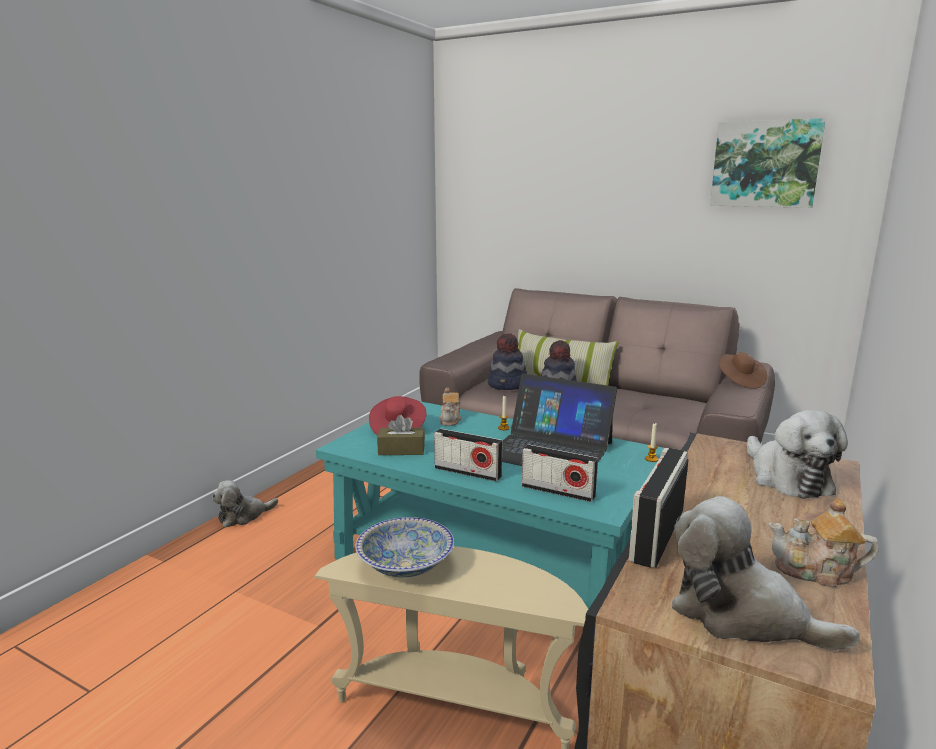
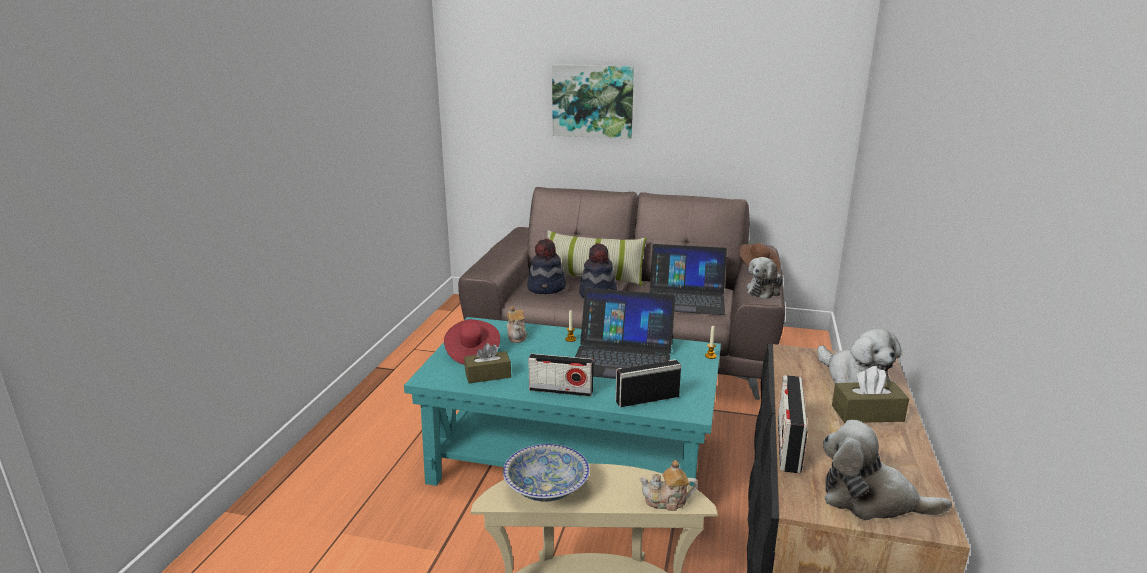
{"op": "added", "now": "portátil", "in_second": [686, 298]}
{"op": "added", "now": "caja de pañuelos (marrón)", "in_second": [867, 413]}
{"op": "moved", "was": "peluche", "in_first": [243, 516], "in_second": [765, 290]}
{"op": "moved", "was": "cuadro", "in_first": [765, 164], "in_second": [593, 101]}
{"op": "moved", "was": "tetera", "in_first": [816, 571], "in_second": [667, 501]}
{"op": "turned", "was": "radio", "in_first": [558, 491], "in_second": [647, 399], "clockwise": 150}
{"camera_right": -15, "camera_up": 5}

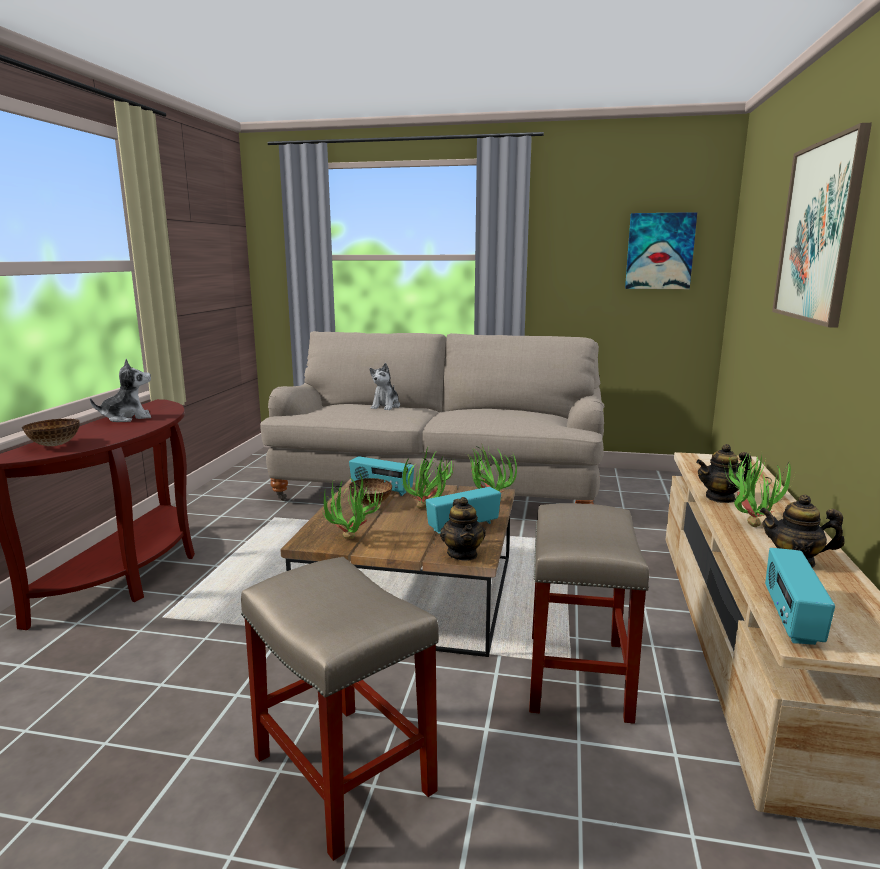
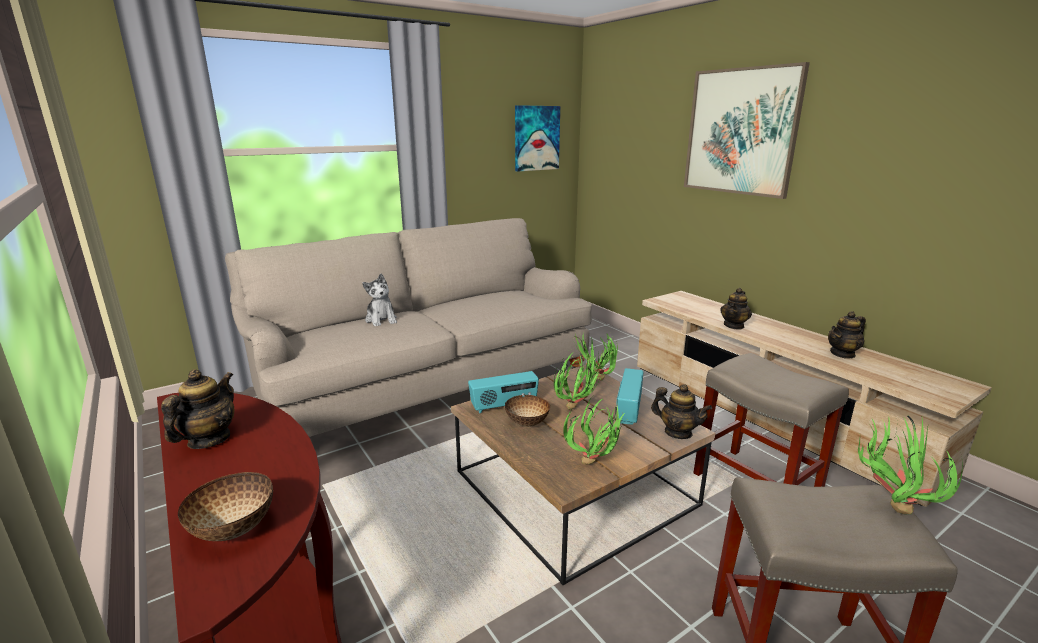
{"op": "removed", "was": "radio", "in_first": [790, 618]}
{"op": "moved", "was": "planta en maceta", "in_first": [751, 522], "in_second": [888, 506]}
{"op": "replaced", "was": "peluche", "now": "tetera", "in_first": [127, 418], "in_second": [209, 439]}
{"camera_right": -45, "camera_up": 5}

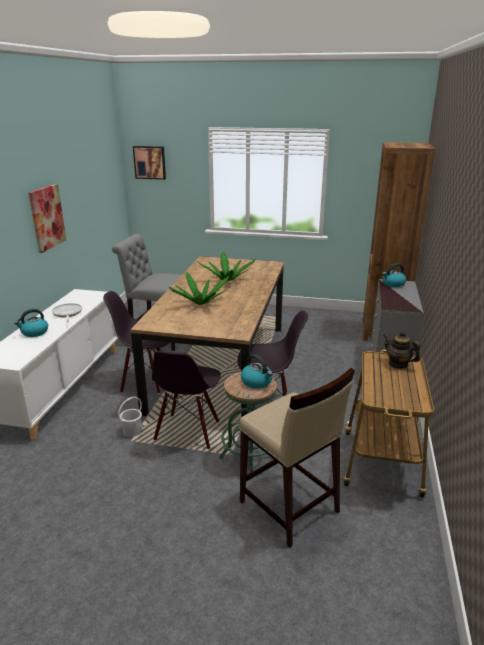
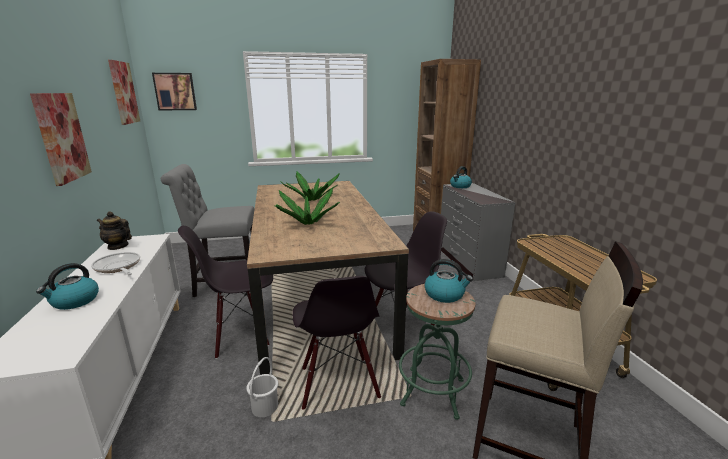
{"op": "added", "now": "cuadro", "in_second": [123, 93]}
{"op": "moved", "was": "tetera", "in_first": [398, 364], "in_second": [118, 246]}
{"camera_right": -25, "camera_up": -5}

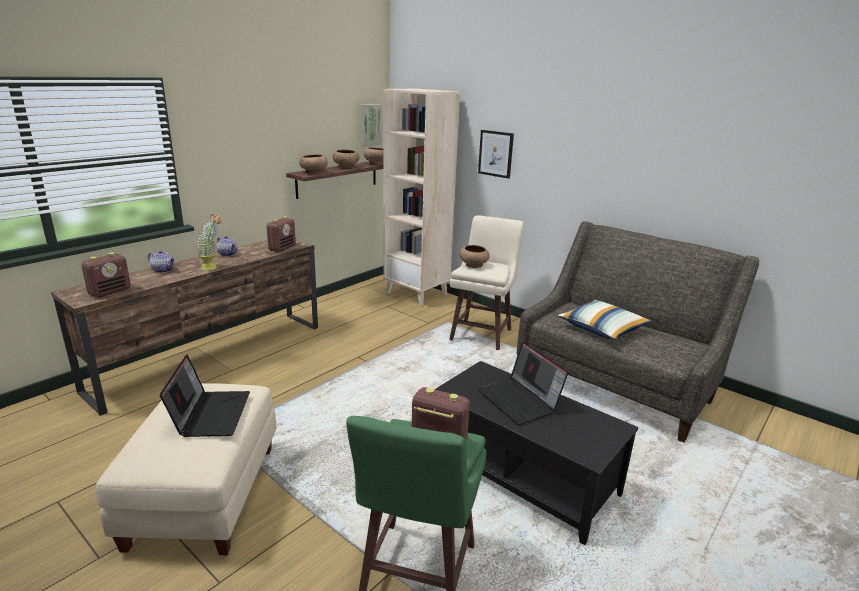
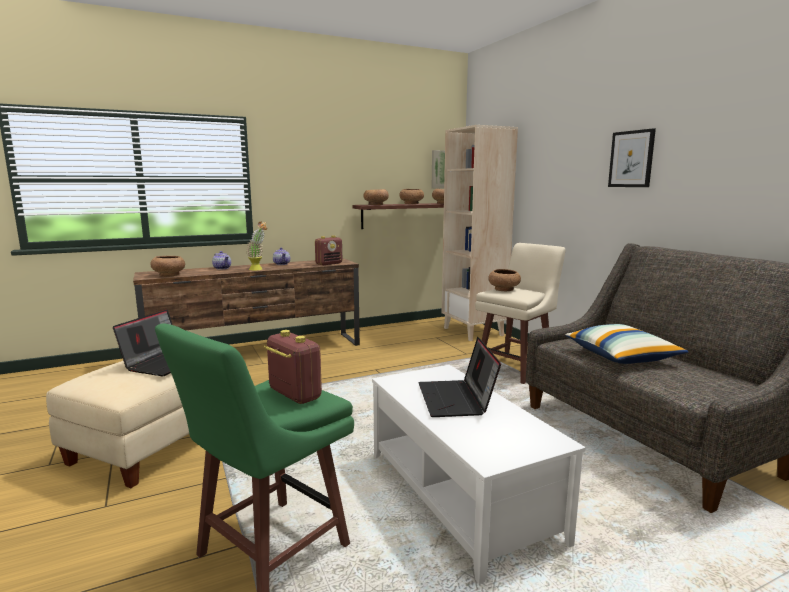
{"op": "moved", "was": "cuadro", "in_first": [495, 153], "in_second": [631, 159]}
{"op": "replaced", "was": "radio", "now": "cuenco (marrón)", "in_first": [110, 292], "in_second": [169, 275]}
{"op": "recoloured", "was": "mesa de centro (negro)", "now": "mesa de centro (blanco)", "in_first": [523, 474], "in_second": [461, 494]}
{"camera_right": 25, "camera_up": -10}

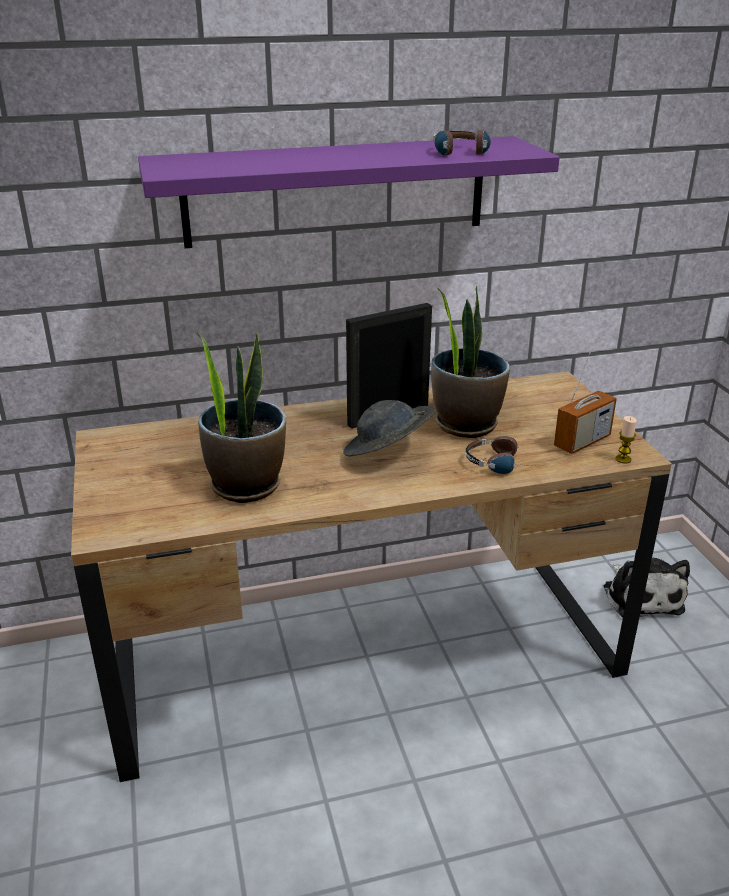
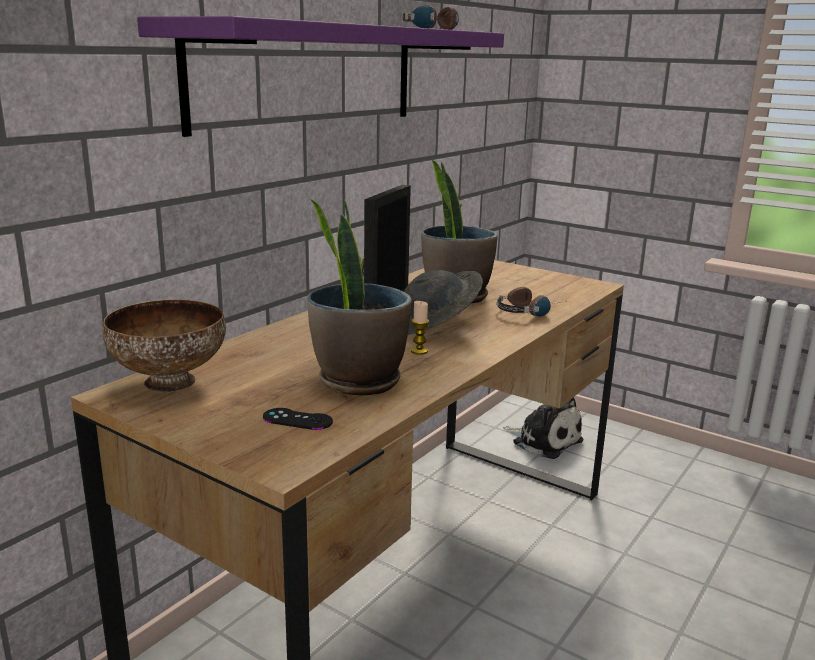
{"op": "removed", "was": "radio", "in_first": [582, 441]}
{"op": "added", "now": "cuenco", "in_second": [169, 383]}
{"op": "added", "now": "mando de consola (negro)", "in_second": [297, 419]}
{"op": "moved", "was": "vela", "in_first": [623, 459], "in_second": [419, 351]}
{"camera_right": -40, "camera_up": -10}

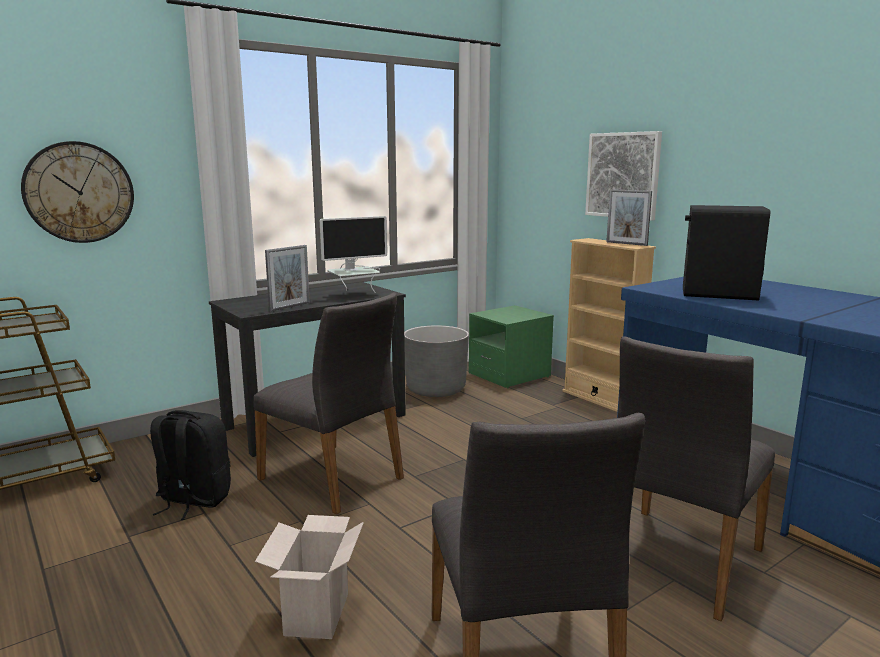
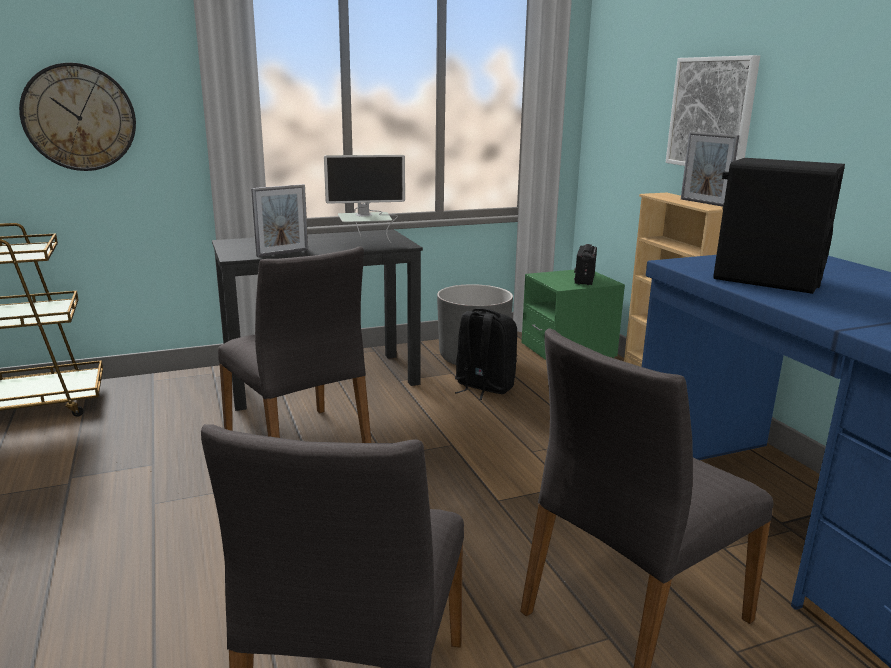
{"op": "removed", "was": "caja de cartón", "in_first": [315, 612]}
{"op": "added", "now": "radio", "in_second": [584, 279]}
{"op": "moved", "was": "mochila (negro)", "in_first": [192, 500], "in_second": [483, 387]}
{"camera_right": 15, "camera_up": 5}

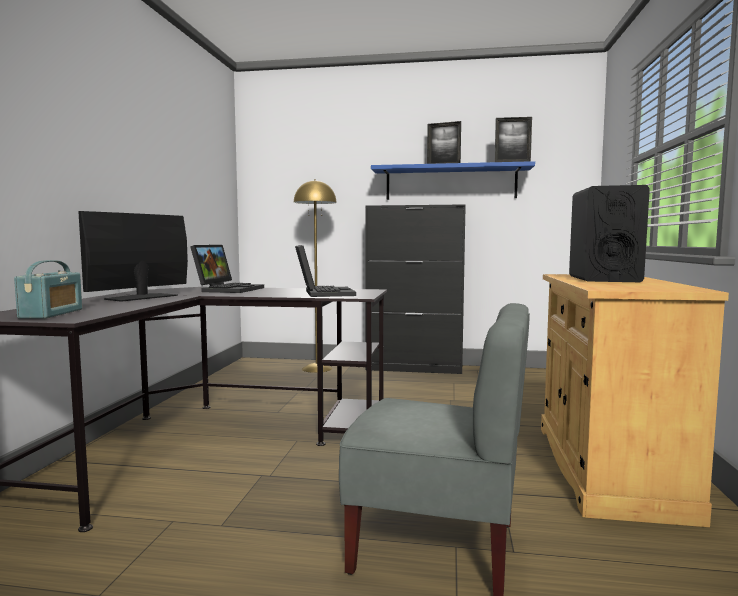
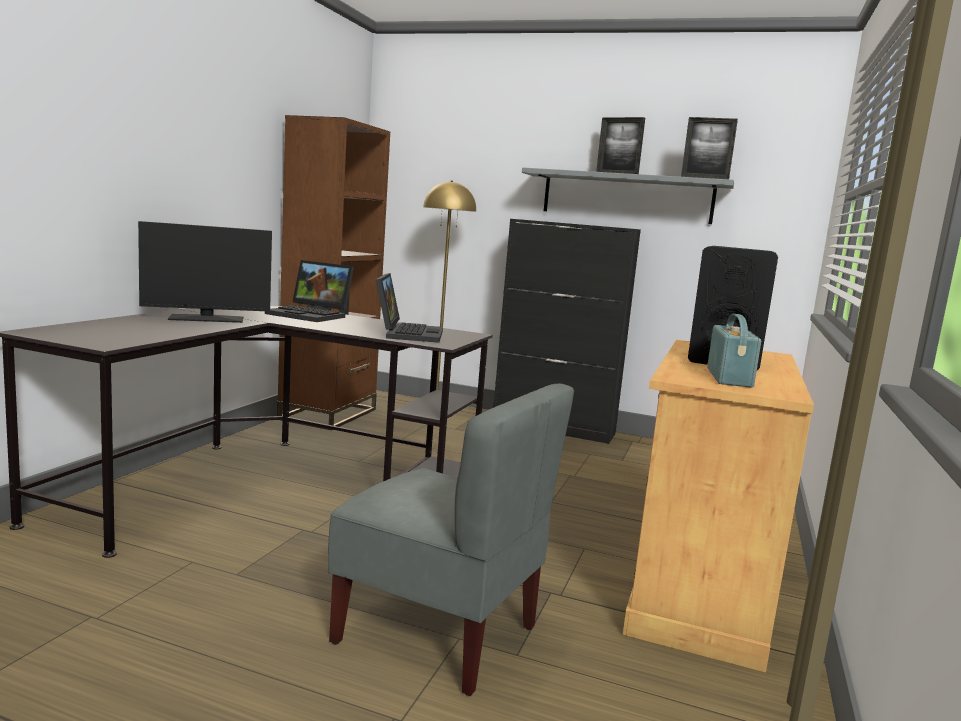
{"op": "added", "now": "estantería (marrón)", "in_second": [328, 414]}
{"op": "moved", "was": "radio", "in_first": [52, 314], "in_second": [729, 378]}
{"op": "recoloured", "was": "estante (azul)", "now": "estante (gris)", "in_first": [450, 183], "in_second": [627, 197]}
{"op": "turned", "was": "monitor", "in_first": [142, 297], "in_second": [206, 318], "clockwise": -150}
{"op": "turned", "was": "portátil", "in_first": [228, 289], "in_second": [311, 315], "clockwise": 90}
{"camera_right": 10, "camera_up": 5}

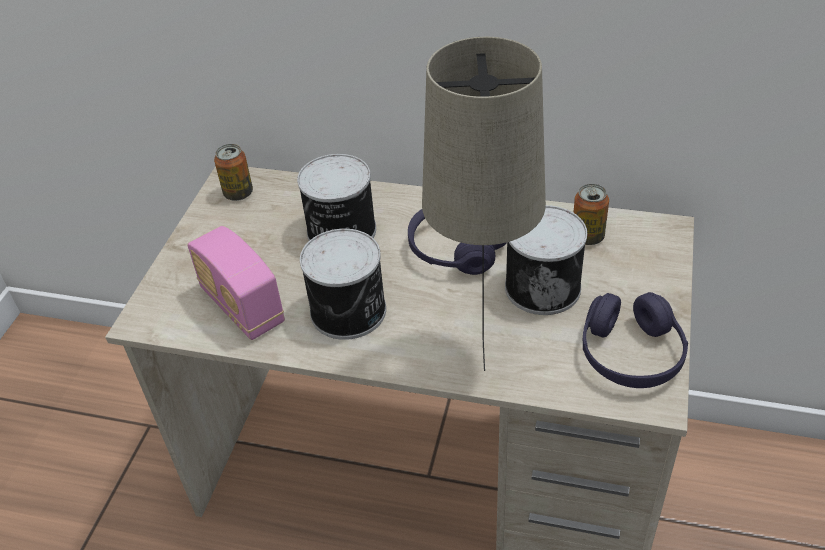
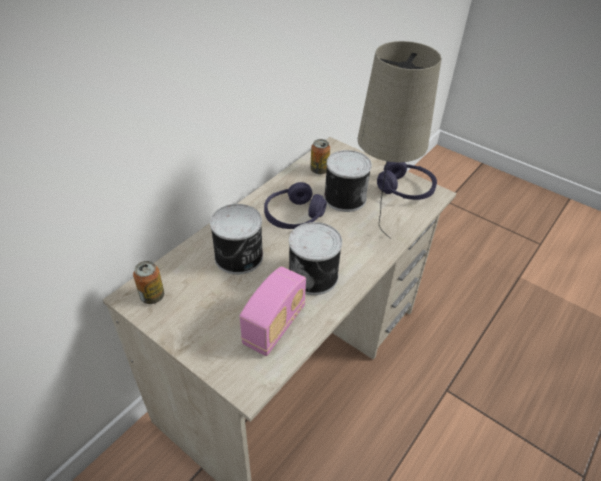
{"op": "turned", "was": "radio", "in_first": [242, 306], "in_second": [274, 326], "clockwise": -45}
{"camera_right": -70, "camera_up": 0}

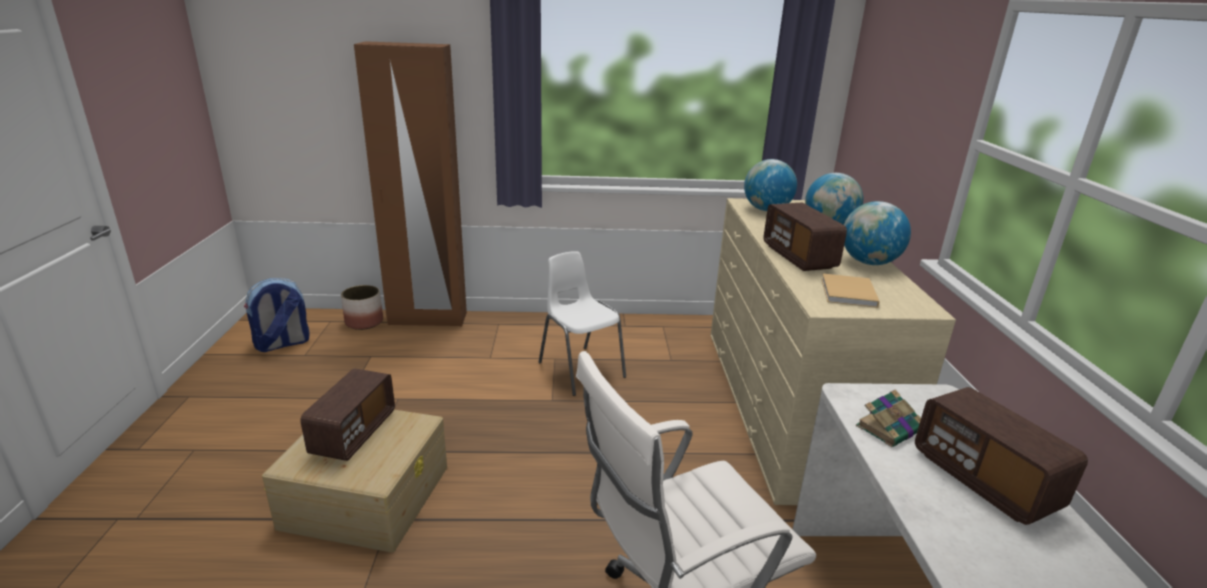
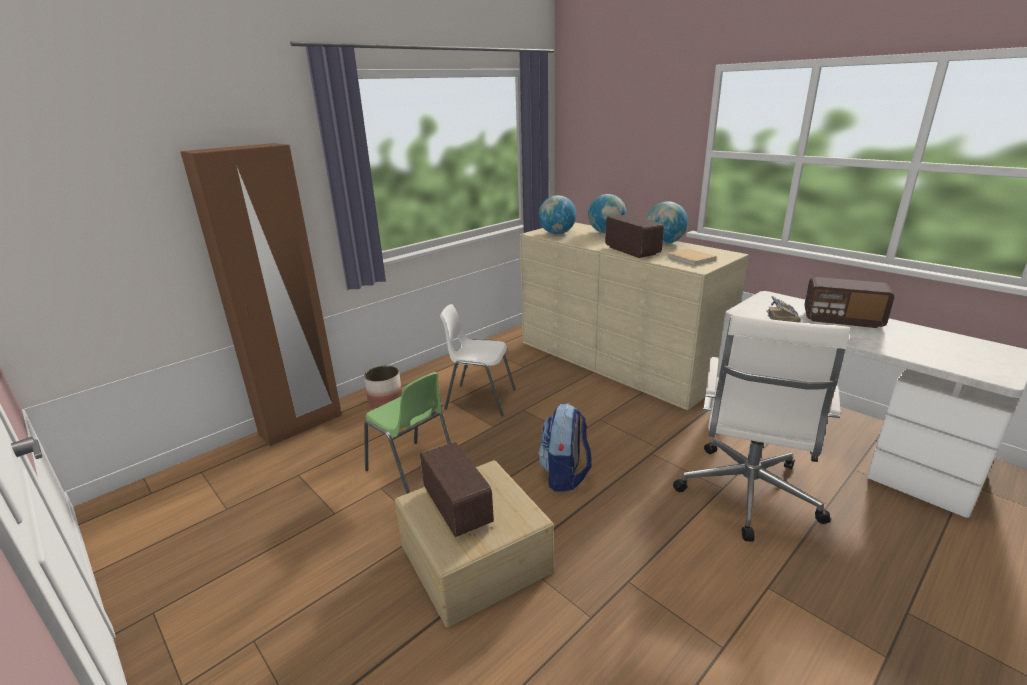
{"op": "added", "now": "silla (verde)", "in_second": [412, 471]}
{"op": "moved", "was": "mochila", "in_first": [282, 344], "in_second": [565, 475]}
{"op": "moved", "was": "maceta", "in_first": [363, 322], "in_second": [385, 400]}
{"op": "turned", "was": "radio", "in_first": [799, 257], "in_second": [632, 251], "clockwise": -150}
{"camera_right": -40, "camera_up": 0}

